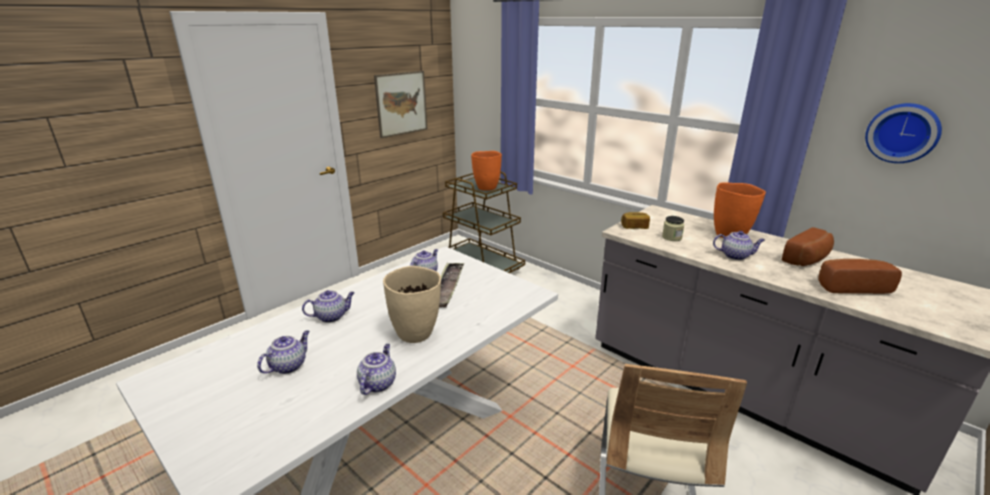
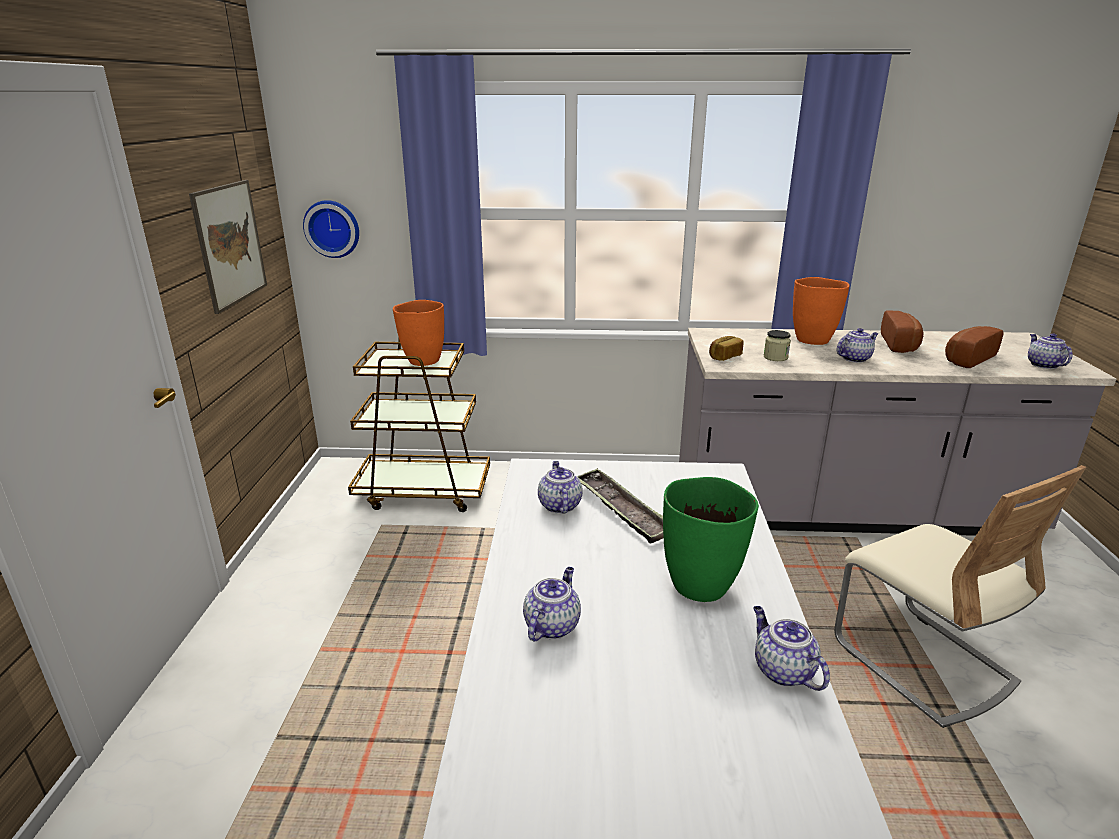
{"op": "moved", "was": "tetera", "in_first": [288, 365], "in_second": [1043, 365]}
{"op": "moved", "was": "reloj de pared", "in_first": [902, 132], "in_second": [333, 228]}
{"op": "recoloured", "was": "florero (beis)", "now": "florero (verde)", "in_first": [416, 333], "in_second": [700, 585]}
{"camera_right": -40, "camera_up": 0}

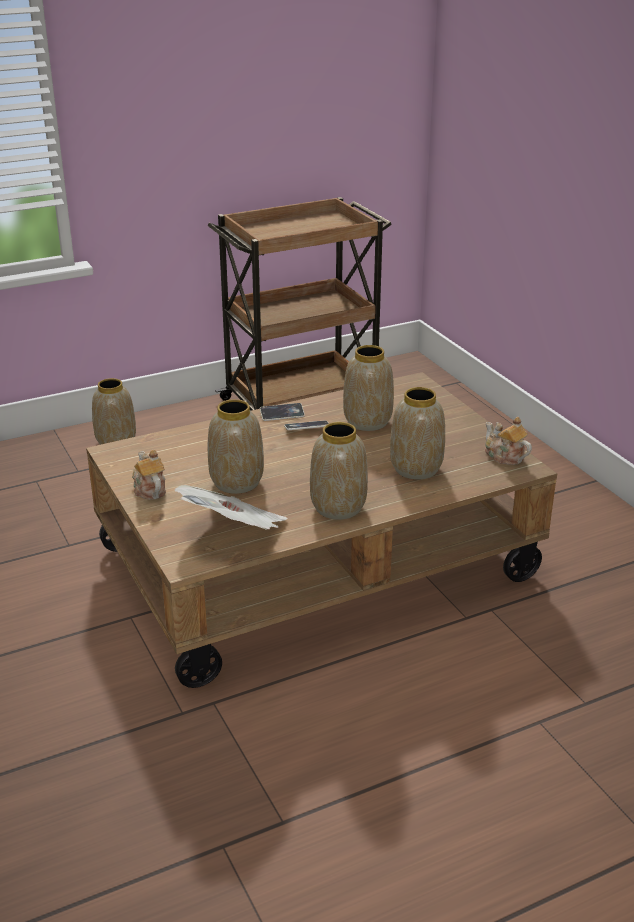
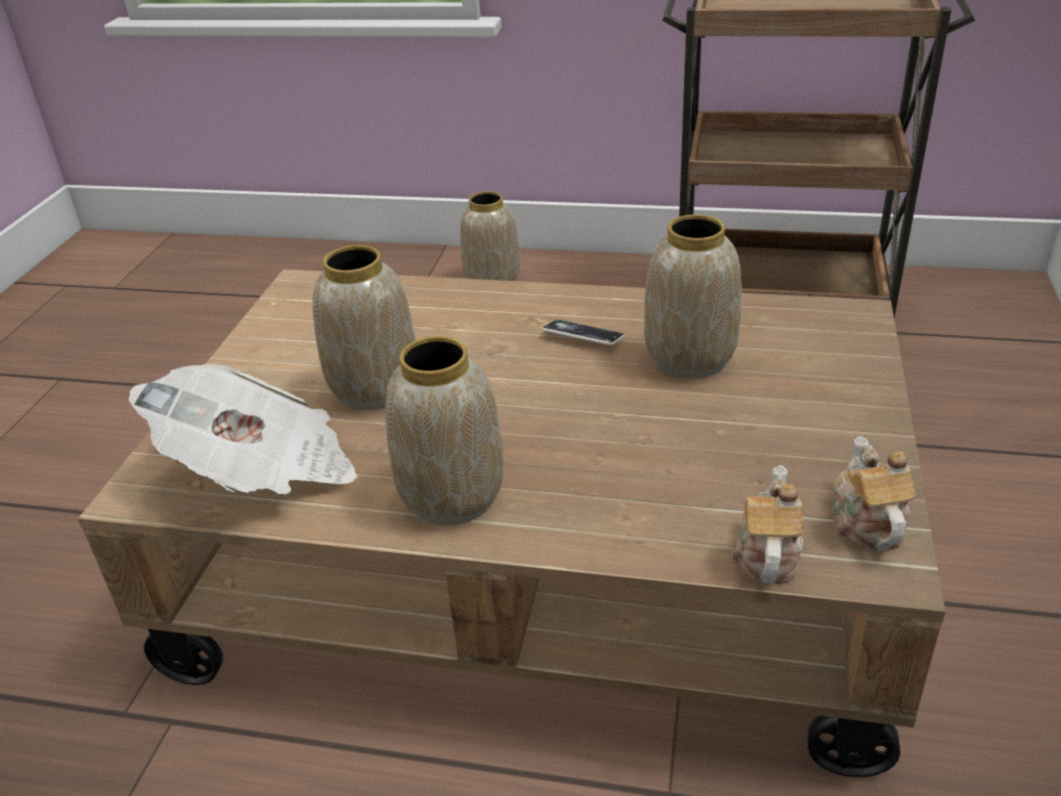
{"op": "removed", "was": "móvil", "in_first": [282, 414]}
{"op": "removed", "was": "florero", "in_first": [415, 468]}
{"op": "moved", "was": "tetera", "in_first": [149, 489], "in_second": [767, 552]}
{"camera_right": 40, "camera_up": 5}

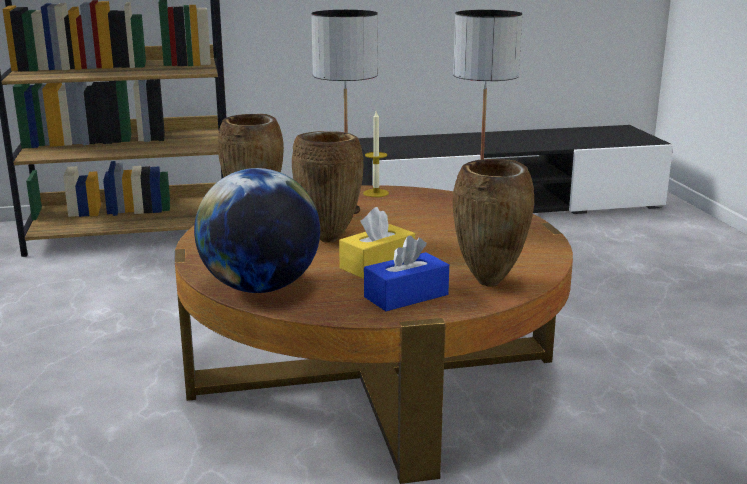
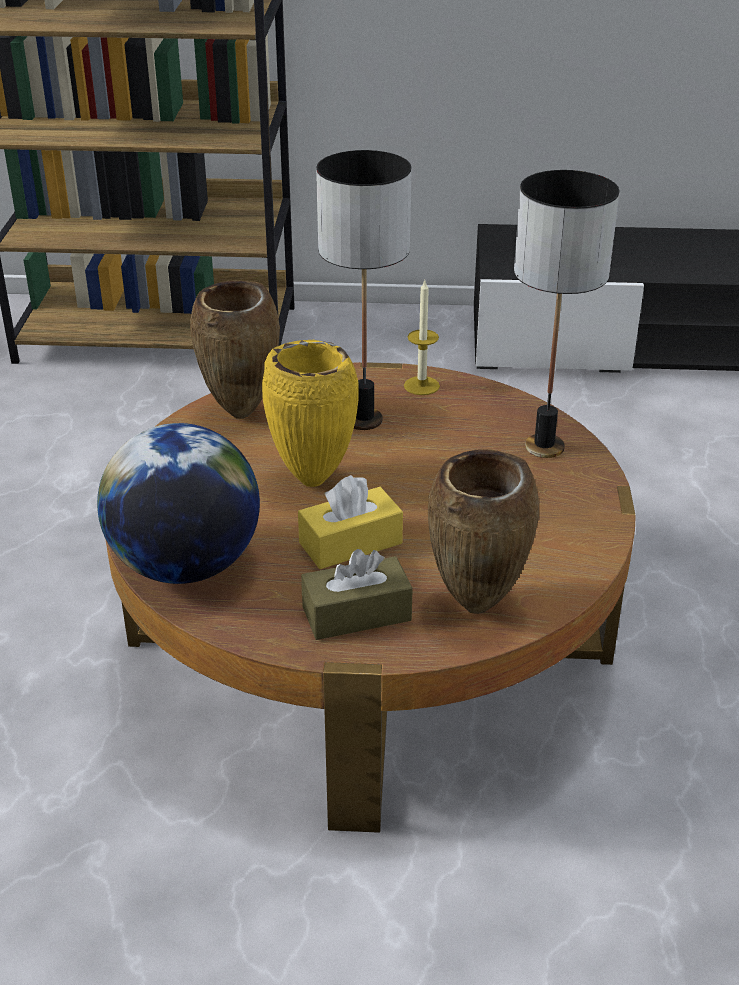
{"op": "recoloured", "was": "florero (marrón)", "now": "florero (amarillo)", "in_first": [329, 239], "in_second": [314, 479]}
{"op": "recoloured", "was": "caja de pañuelos (azul)", "now": "caja de pañuelos (marrón)", "in_first": [406, 296], "in_second": [356, 614]}
{"camera_right": 15, "camera_up": 15}

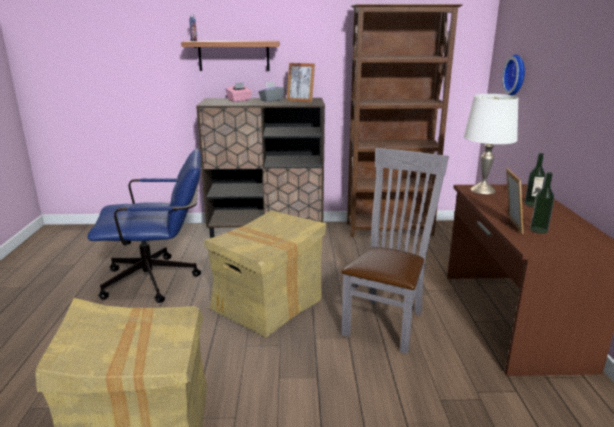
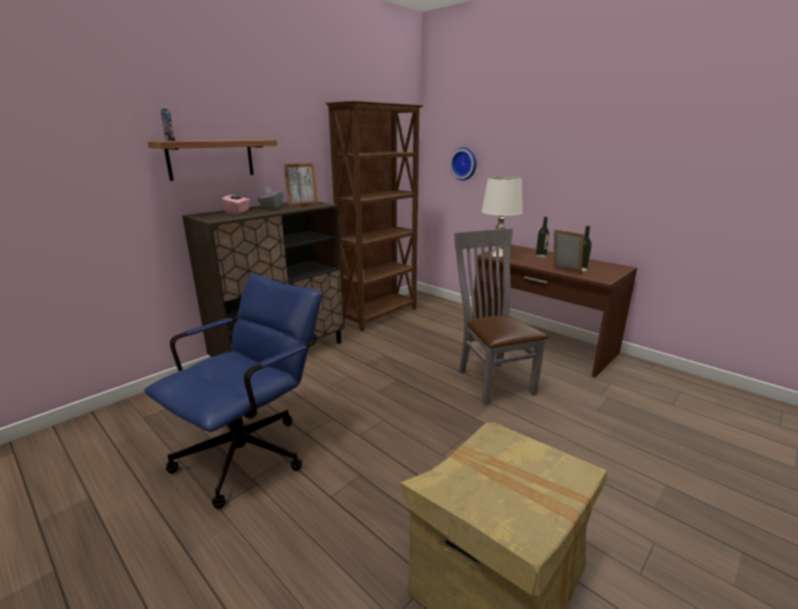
{"op": "removed", "was": "caja de cartón", "in_first": [268, 305]}
{"camera_right": -45, "camera_up": 0}

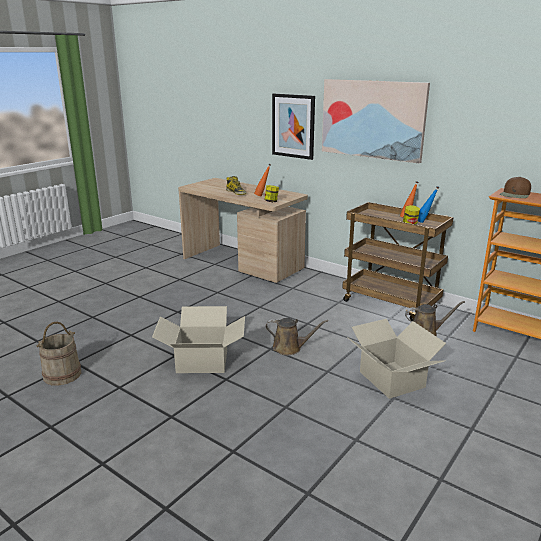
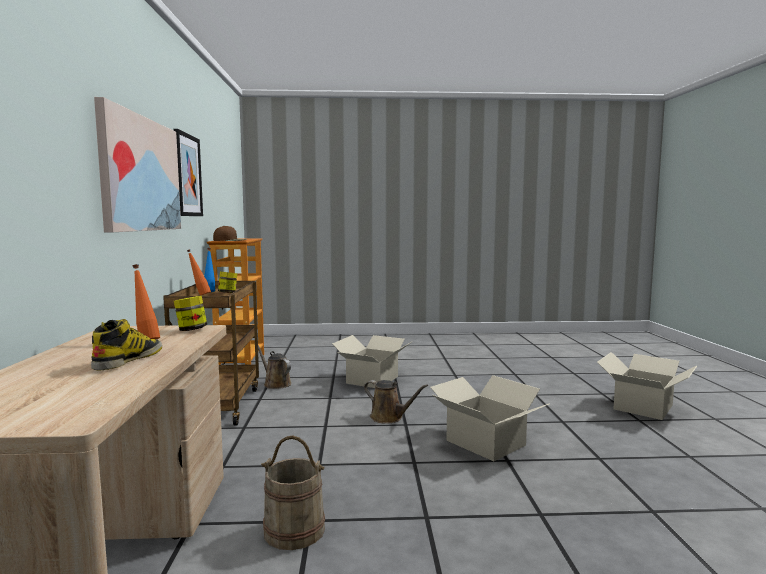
{"op": "added", "now": "caja de cartón", "in_second": [644, 407]}
{"op": "moved", "was": "cubo (beis)", "in_first": [62, 375], "in_second": [294, 530]}
{"op": "moved", "was": "cuadro", "in_first": [293, 126], "in_second": [187, 175]}
{"op": "turned", "was": "regadera (marrón)", "in_first": [290, 348], "in_second": [389, 417], "clockwise": 150}
{"camera_right": -130, "camera_up": -15}

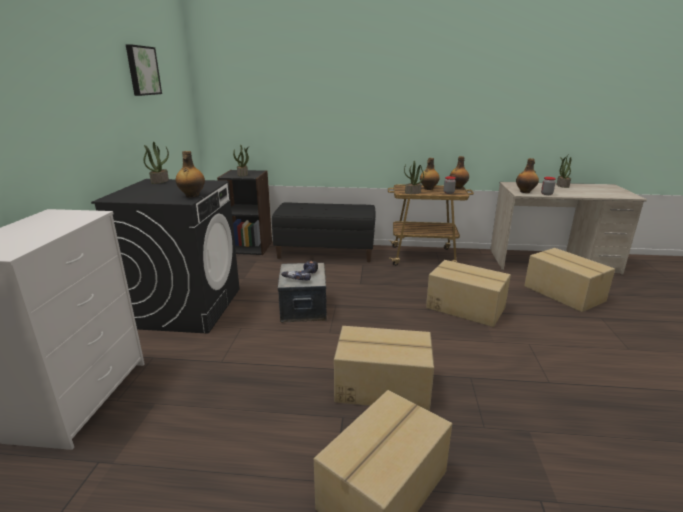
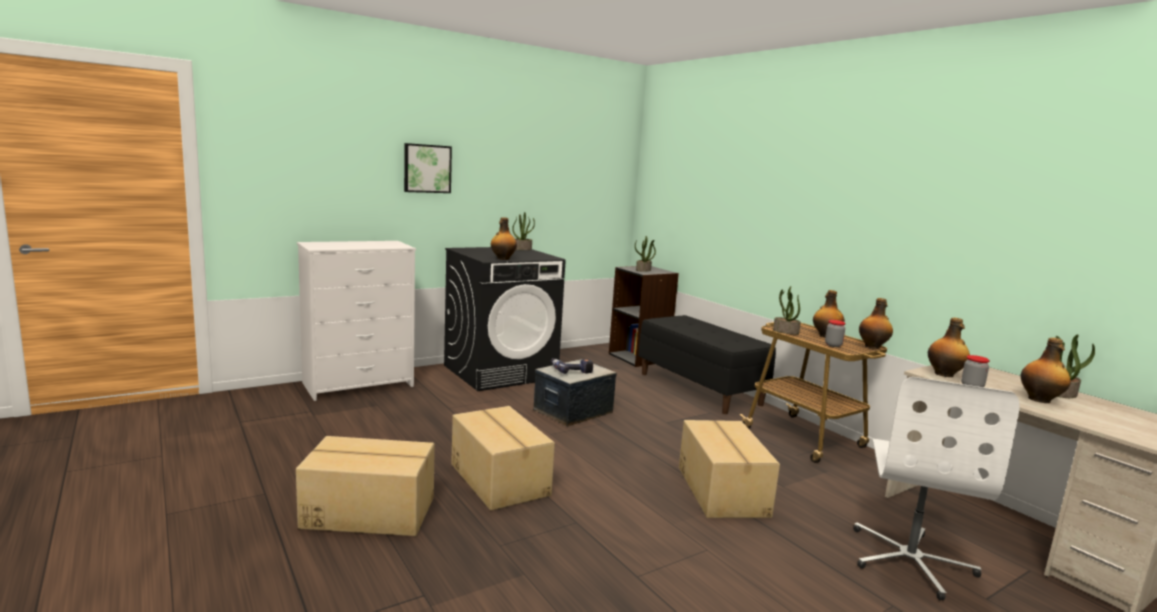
{"op": "added", "now": "botella", "in_second": [1040, 400]}
{"op": "moved", "was": "cuadro", "in_first": [142, 70], "in_second": [427, 168]}
{"op": "replaced", "was": "caja de cartón", "now": "silla de oficina (blanco)", "in_first": [563, 294], "in_second": [910, 560]}
{"camera_right": 50, "camera_up": -10}

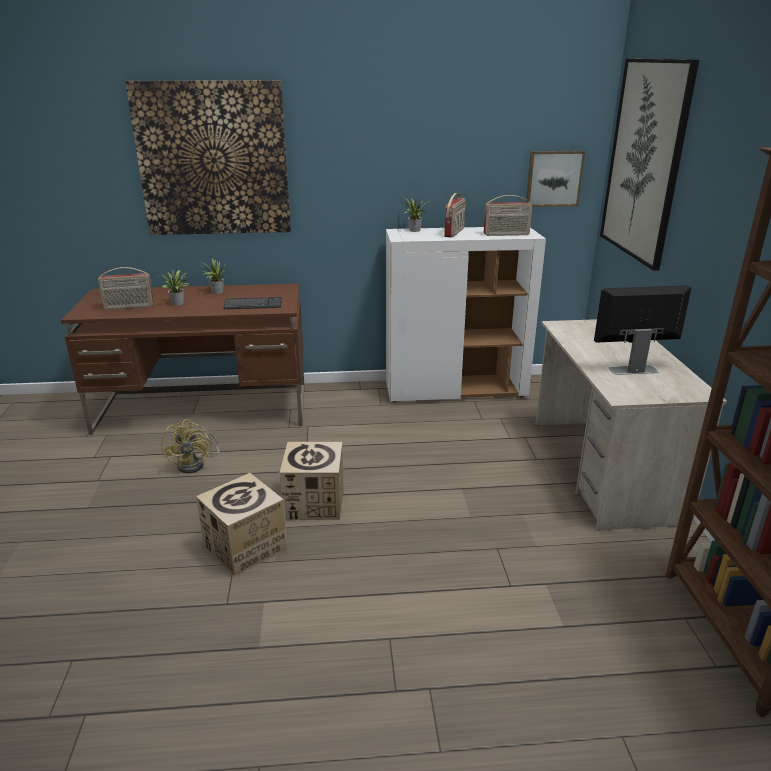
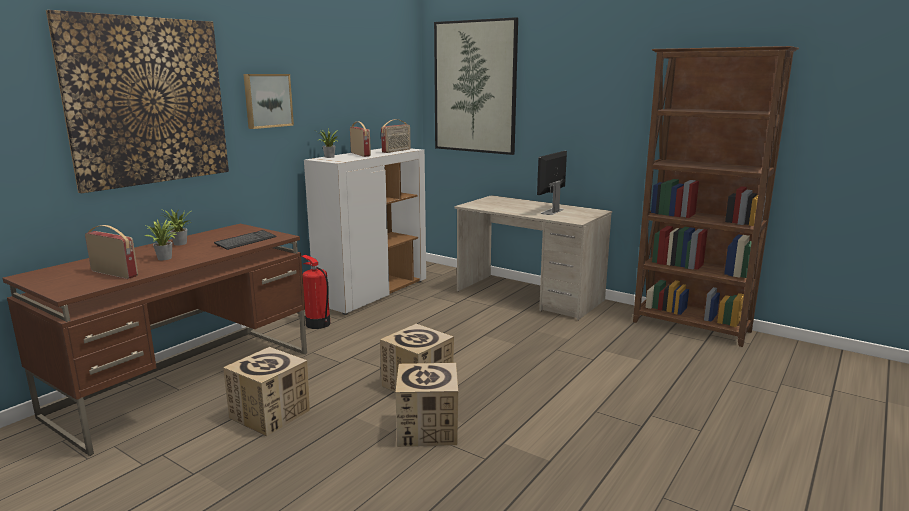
{"op": "added", "now": "extintor", "in_second": [317, 324]}
{"op": "moved", "was": "cuadro", "in_first": [553, 178], "in_second": [267, 100]}
{"op": "replaced", "was": "ventilador (amarillo)", "now": "caja de cartón", "in_first": [196, 464], "in_second": [270, 414]}
{"op": "turned", "was": "radio", "in_first": [129, 307], "in_second": [115, 273], "clockwise": -90}
{"camera_right": -50, "camera_up": -10}

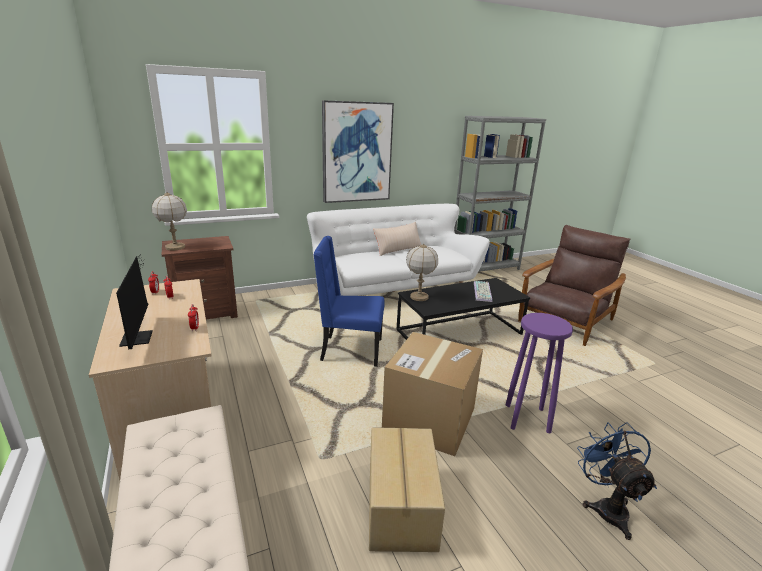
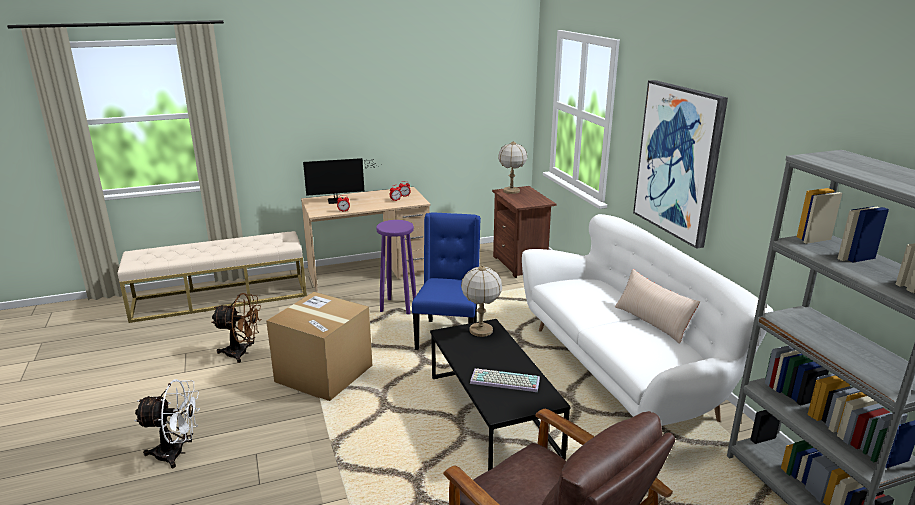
{"op": "moved", "was": "taburete (morado)", "in_first": [527, 418], "in_second": [398, 306]}
{"op": "replaced", "was": "caja de cartón", "now": "ventilador (marrón)", "in_first": [399, 505], "in_second": [242, 353]}
{"op": "recoloured", "was": "ventilador (azul)", "now": "ventilador (blanco)", "in_first": [606, 507], "in_second": [177, 453]}
{"camera_right": 95, "camera_up": 0}

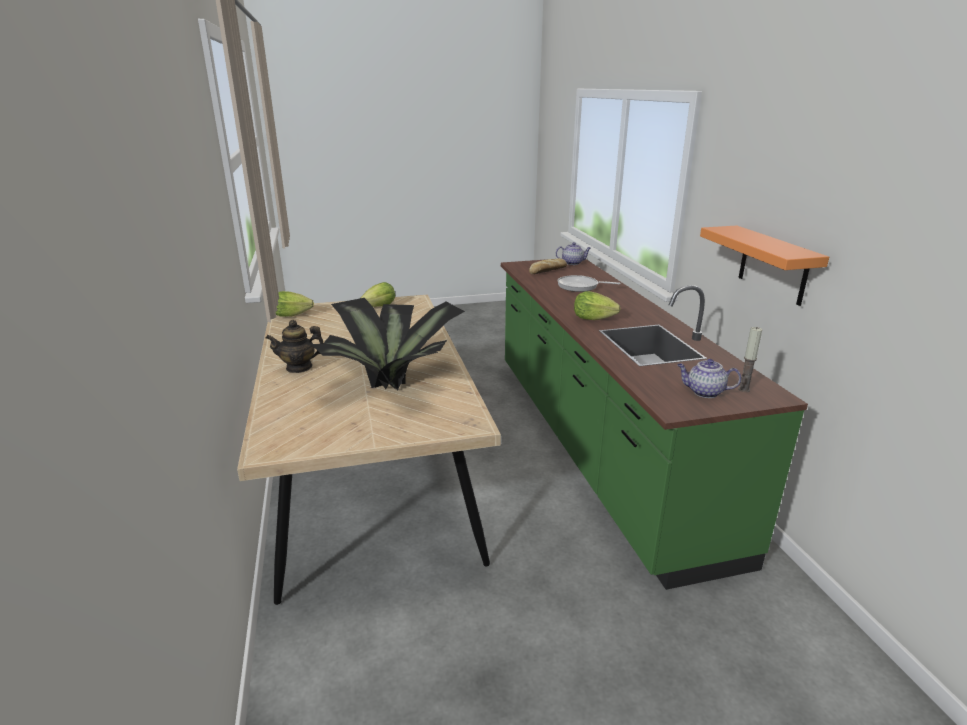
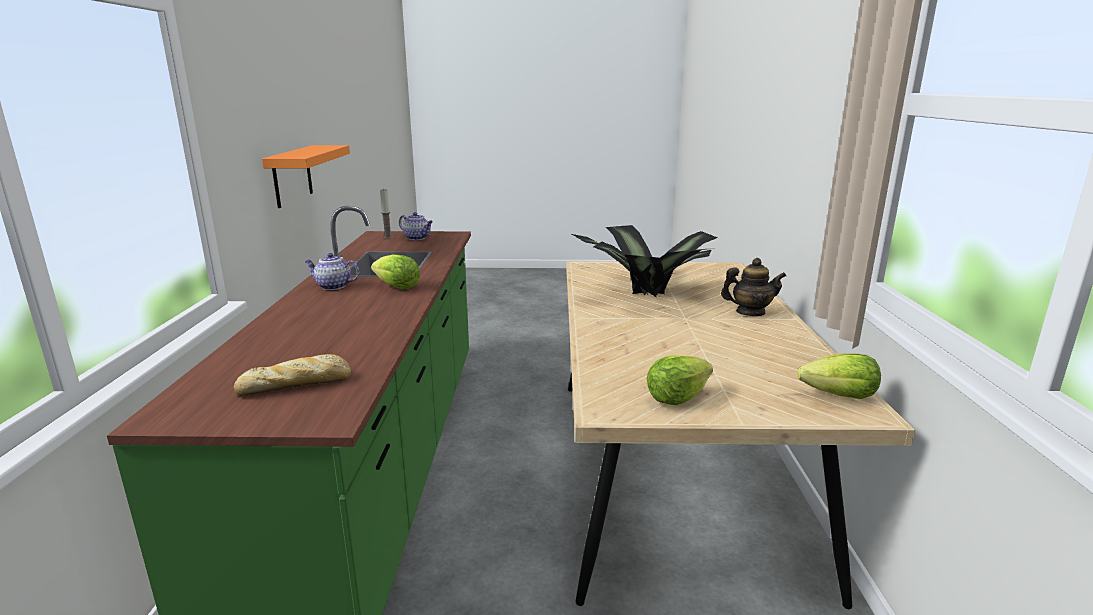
{"op": "removed", "was": "sartén", "in_first": [580, 286]}
{"op": "moved", "was": "tetera", "in_first": [573, 263], "in_second": [333, 286]}
{"camera_right": -165, "camera_up": -5}

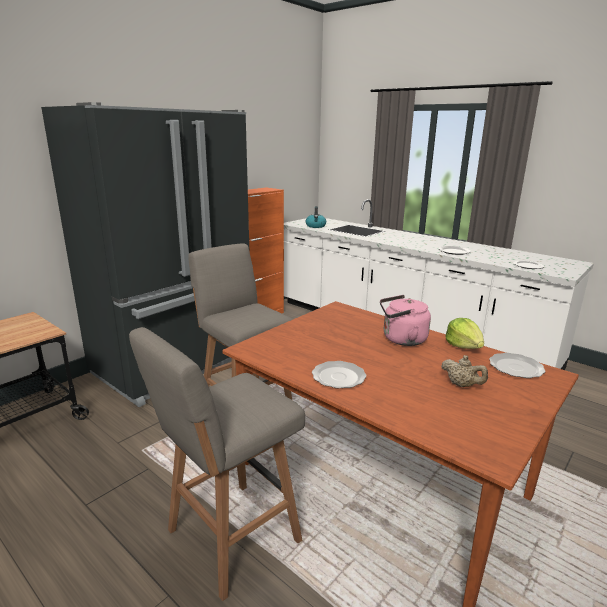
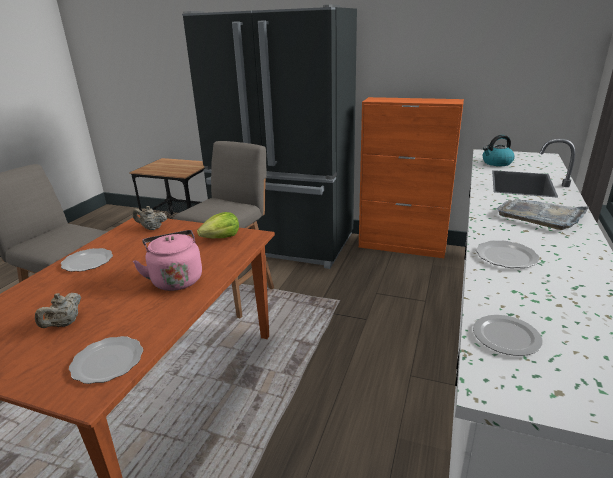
{"op": "added", "now": "tetera (beis)", "in_second": [151, 228]}
{"op": "added", "now": "bandeja (gris)", "in_second": [541, 215]}
{"op": "moved", "was": "lechuga", "in_first": [464, 346], "in_second": [221, 237]}
{"camera_right": 70, "camera_up": 5}

